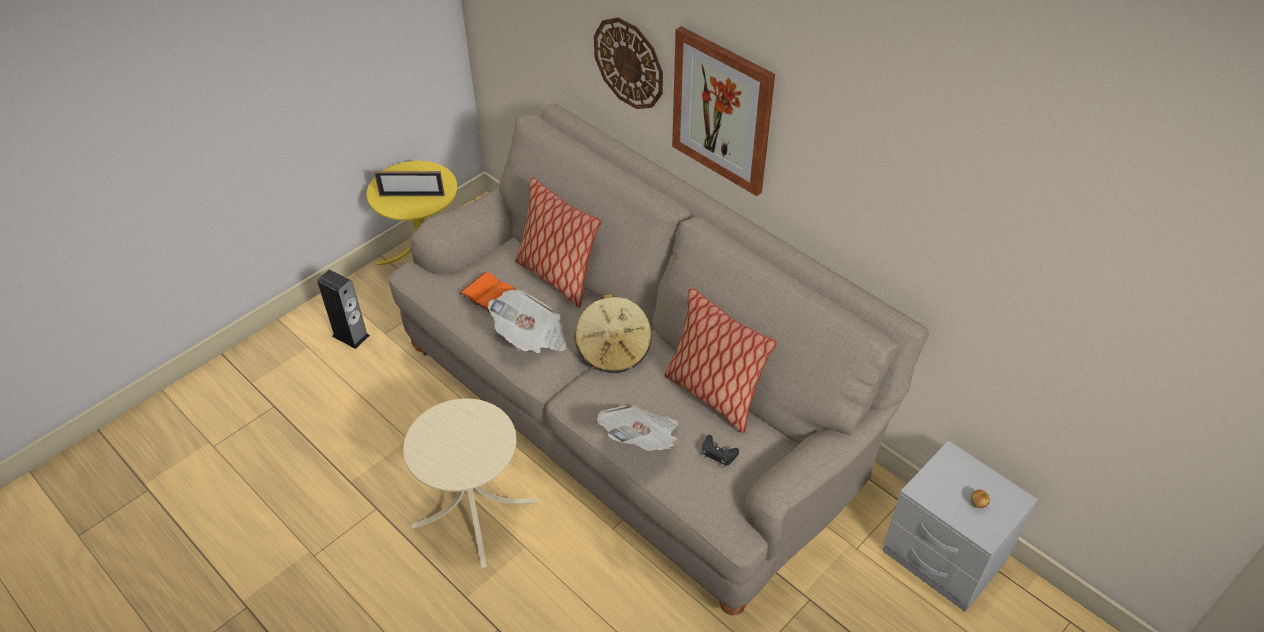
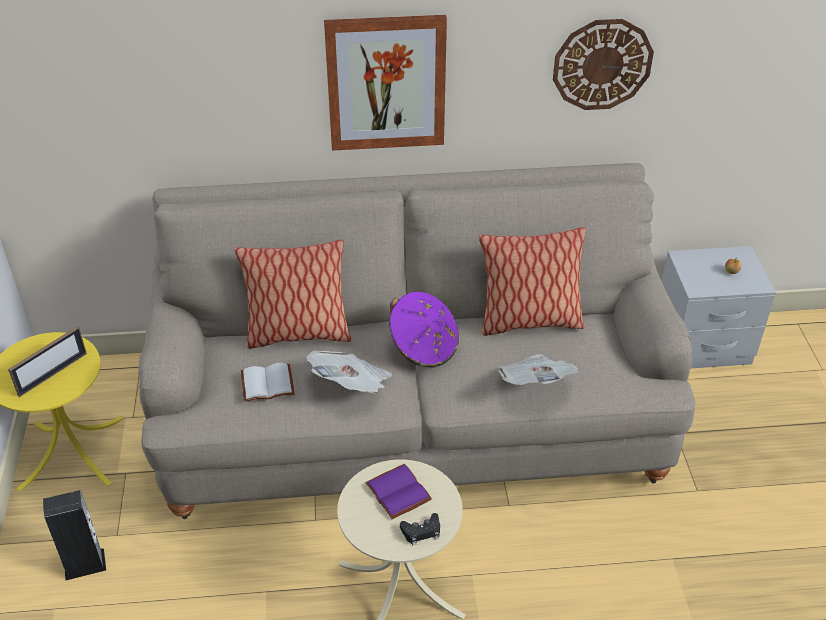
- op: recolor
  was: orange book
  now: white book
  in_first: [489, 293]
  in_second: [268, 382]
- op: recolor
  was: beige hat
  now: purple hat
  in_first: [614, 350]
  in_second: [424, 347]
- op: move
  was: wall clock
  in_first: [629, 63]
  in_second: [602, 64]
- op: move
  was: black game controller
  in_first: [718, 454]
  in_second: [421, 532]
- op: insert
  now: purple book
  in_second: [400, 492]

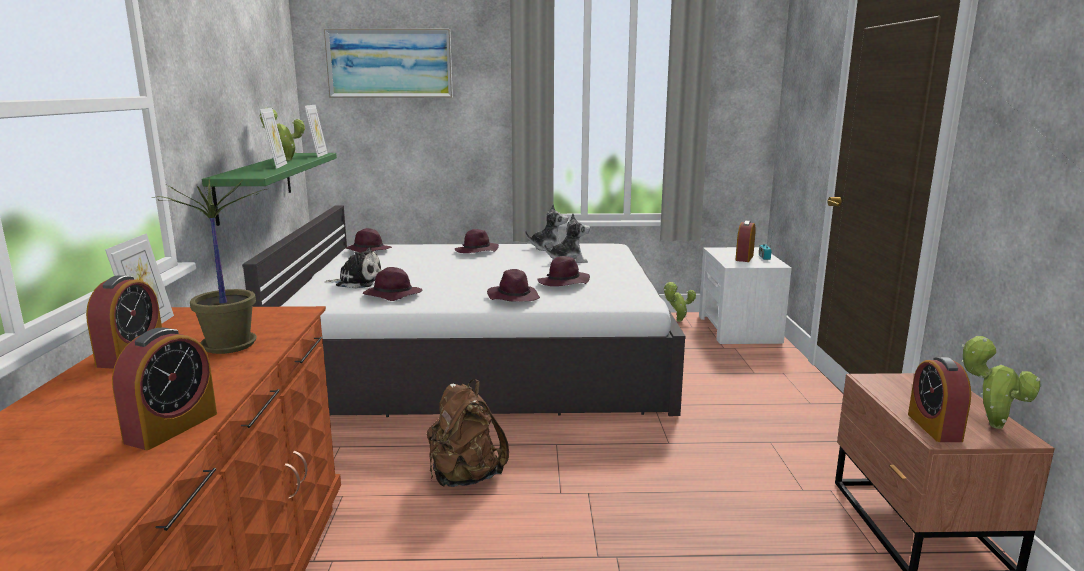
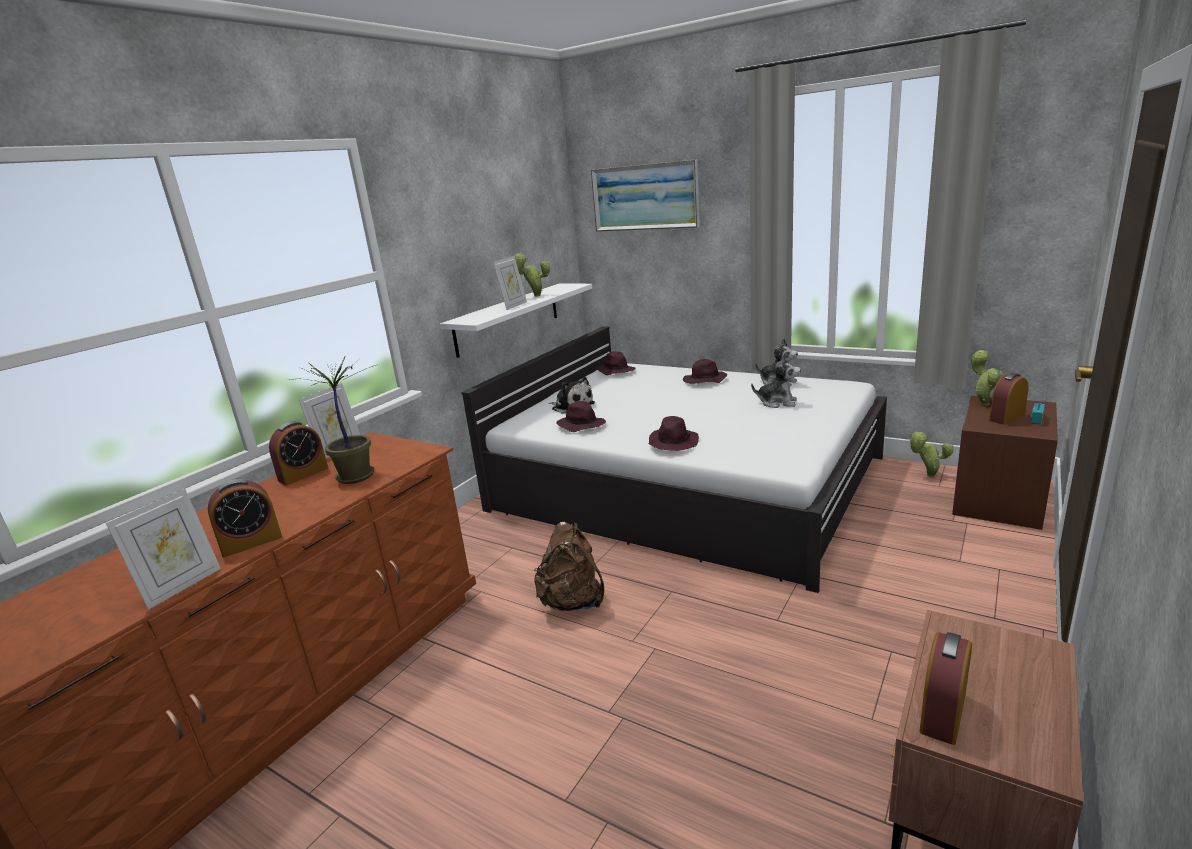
- op: recolor
  was: green shelf
  now: white shelf
  in_first: [255, 185]
  in_second: [508, 318]
- op: move
  was: picture frame
  in_first: [318, 155]
  in_second: [181, 586]
- op: delete
  was: purple hat
  in_first: [563, 283]
- op: recolor
  was: white nightstand
  now: brown nightstand
  in_first: [739, 329]
  in_second: [998, 499]
- op: move
  was: potted plant
  in_first: [990, 424]
  in_second: [983, 403]

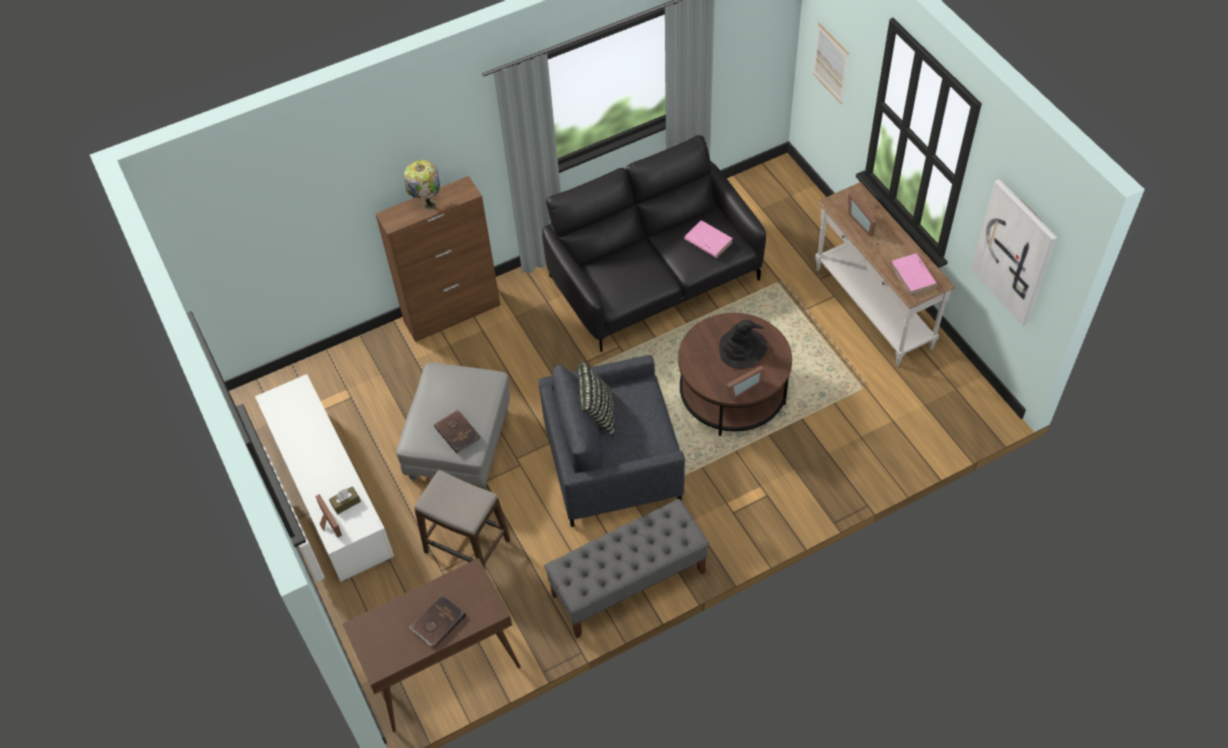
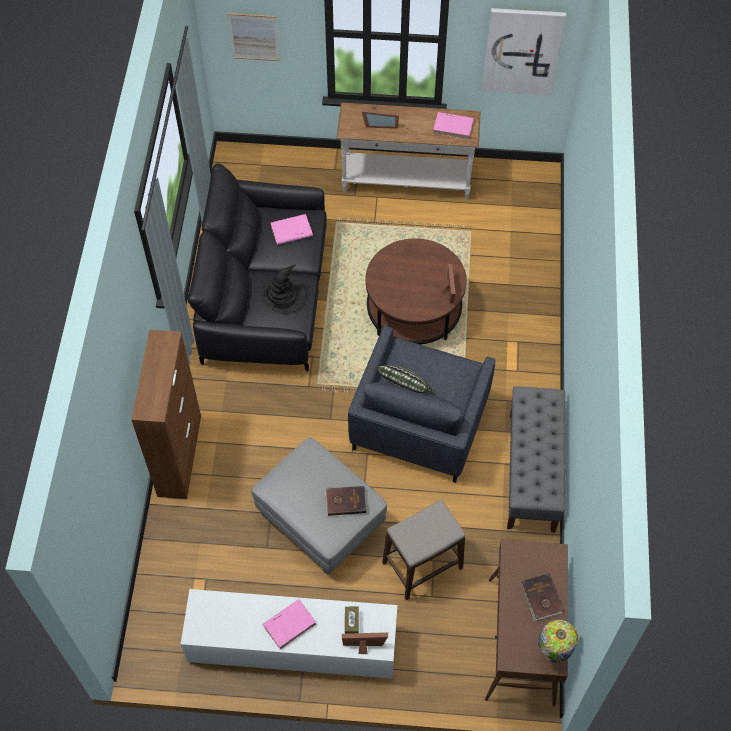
- op: move
  was: table lamp
  in_first: [427, 205]
  in_second: [552, 652]
- op: move
  was: black hat
  in_first: [742, 349]
  in_second: [284, 295]
- op: insert
  now: pink book
  in_second: [290, 624]

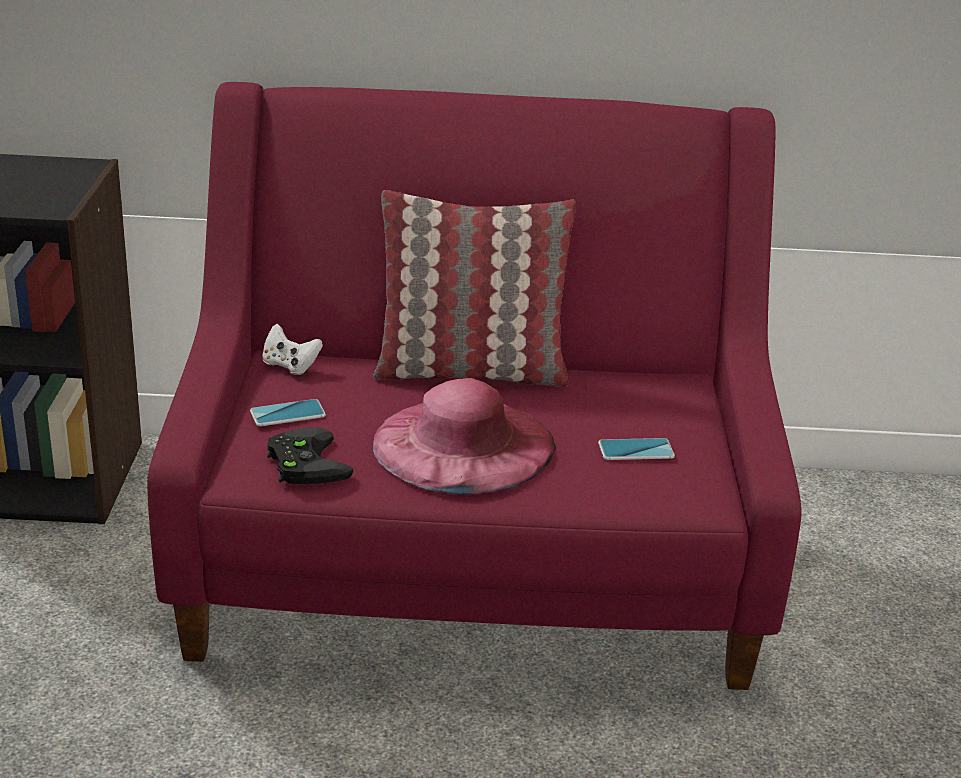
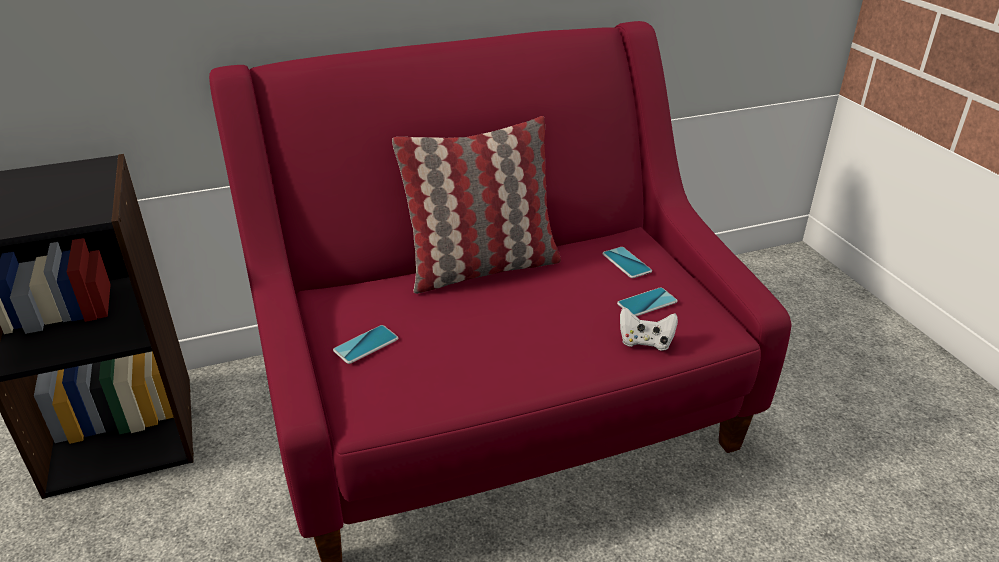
- op: move
  was: white game controller
  in_first: [290, 366]
  in_second: [645, 342]
- op: delete
  was: black game controller
  in_first: [303, 462]
- op: delete
  was: pink hat
  in_first: [463, 444]
- op: insert
  now: phone
  in_second: [626, 263]

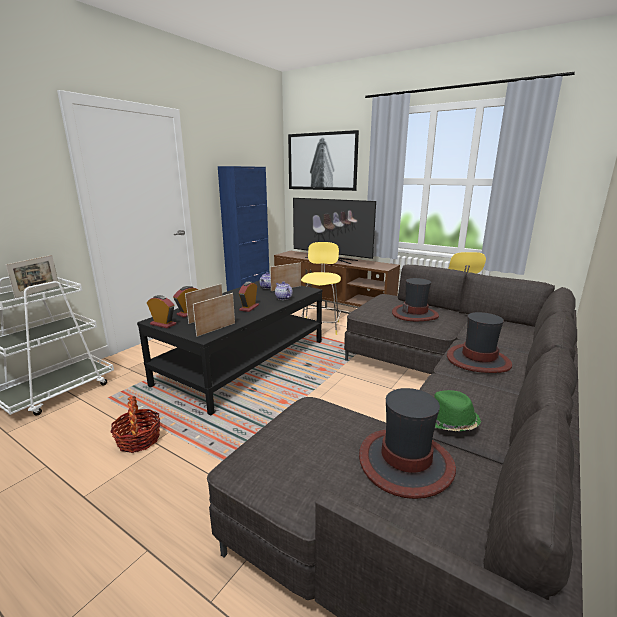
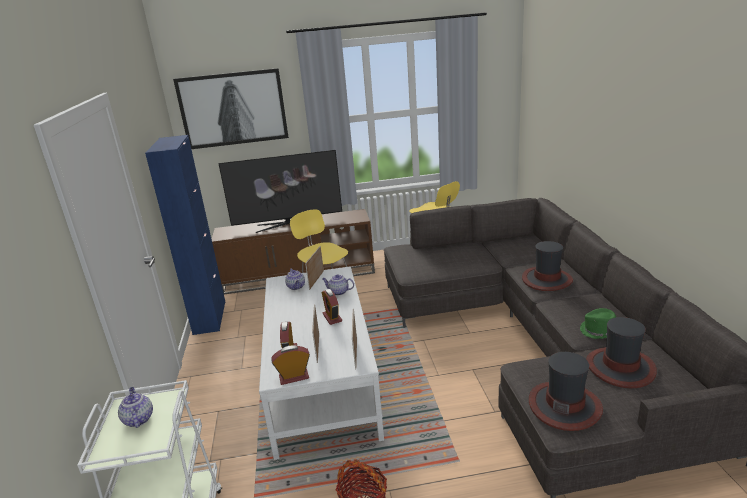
- op: replace
  was: picture frame
  now: teapot
  in_first: [38, 291]
  in_second: [138, 419]
- op: recolor
  was: black coffee table
  now: white coffee table
  in_first: [244, 362]
  in_second: [322, 379]
- op: move
  was: hat
  in_first: [415, 314]
  in_second: [564, 405]

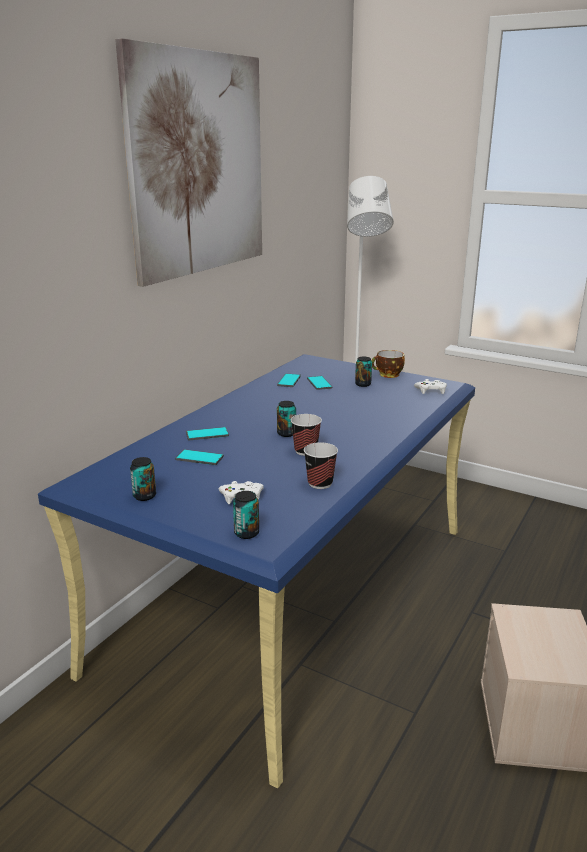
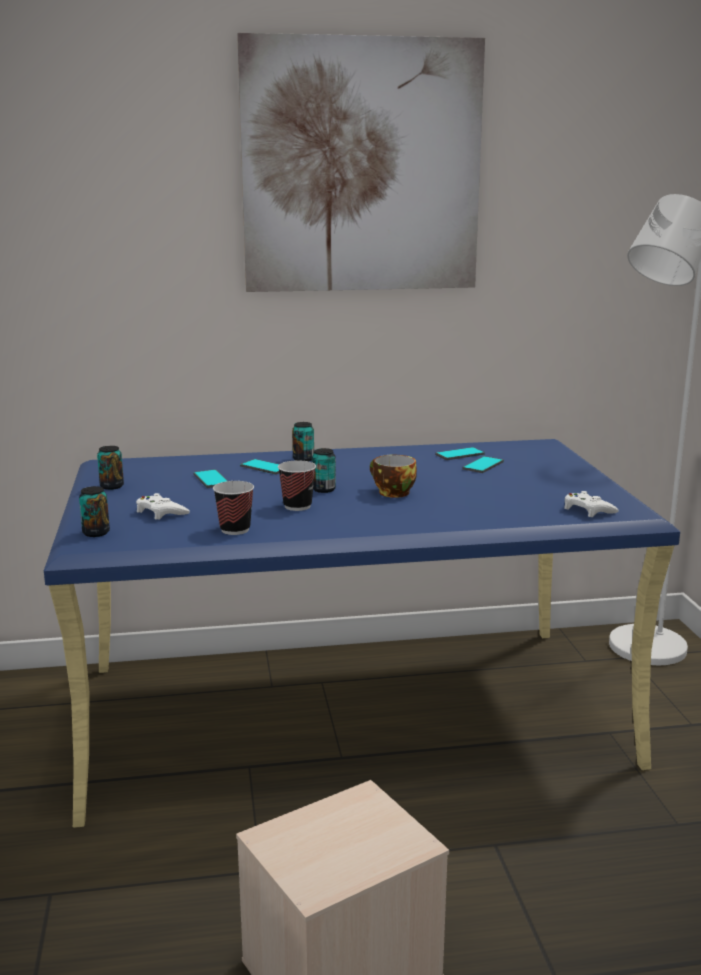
- op: move
  was: can
  in_first: [363, 384]
  in_second: [303, 459]
- op: move
  was: cup
  in_first: [388, 375]
  in_second: [391, 492]

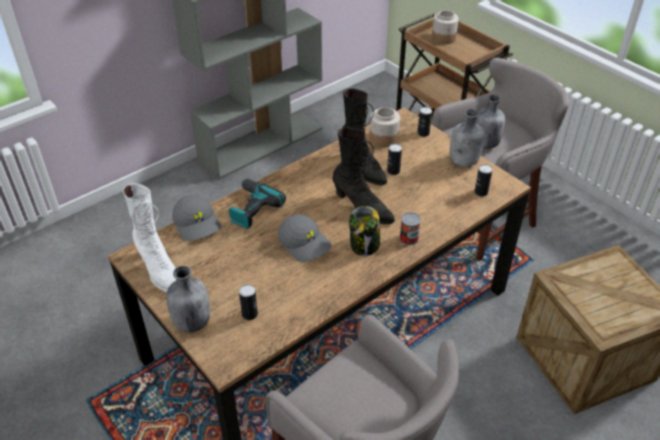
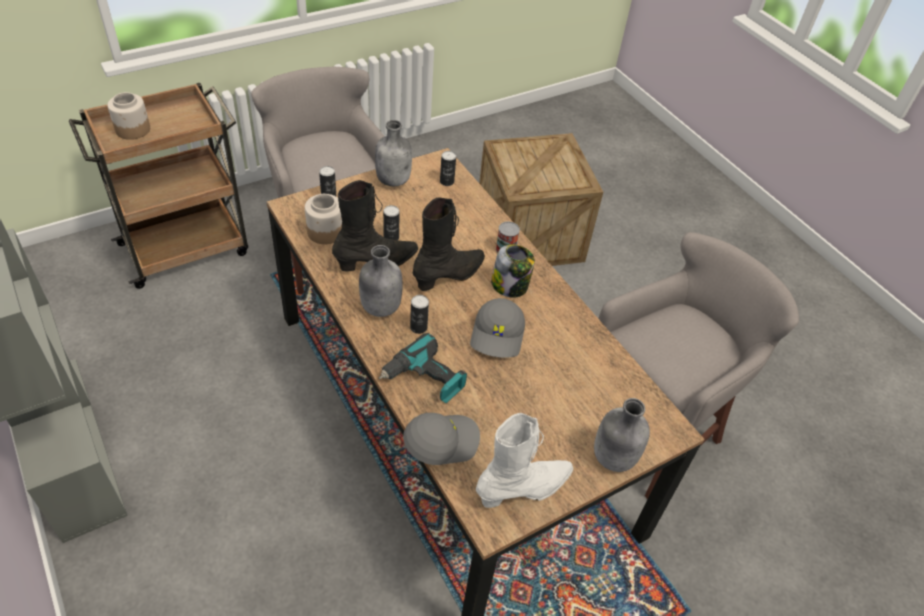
- op: move
  was: can
  in_first: [249, 314]
  in_second: [418, 327]
- op: rotate
  was: grey cap
  in_first: [305, 243]
  in_second: [498, 335]
  clockwise: 135
- op: move
  was: grey bottle
  in_first: [485, 144]
  in_second: [380, 307]

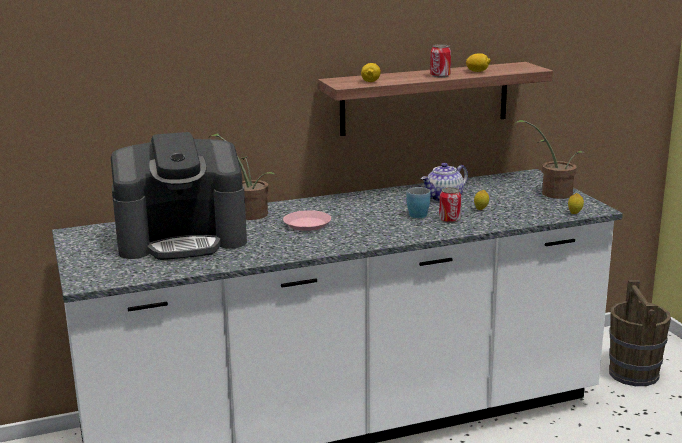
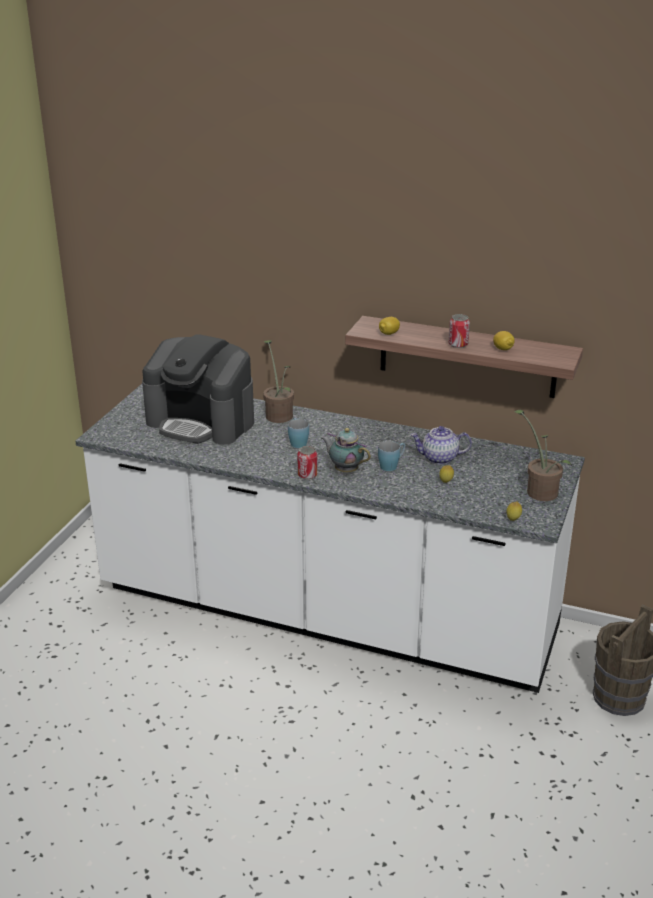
- op: replace
  was: pink plate
  now: blue mug
  in_first: [307, 224]
  in_second: [297, 442]
- op: move
  was: can
  in_first: [449, 220]
  in_second: [307, 475]
- op: insert
  now: teapot
  in_second: [345, 470]

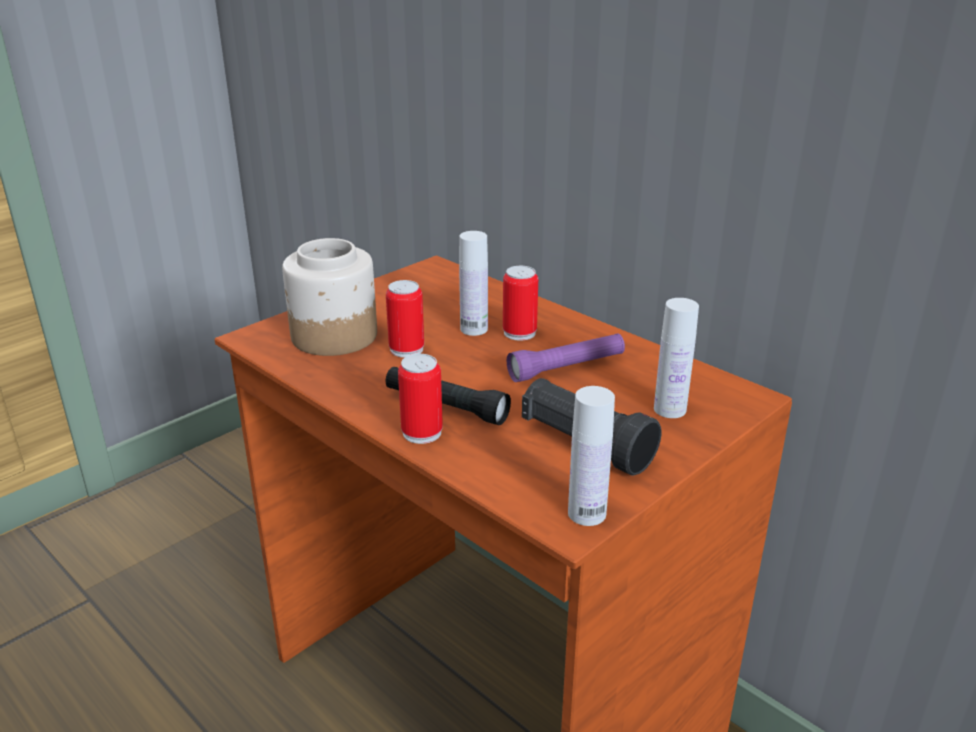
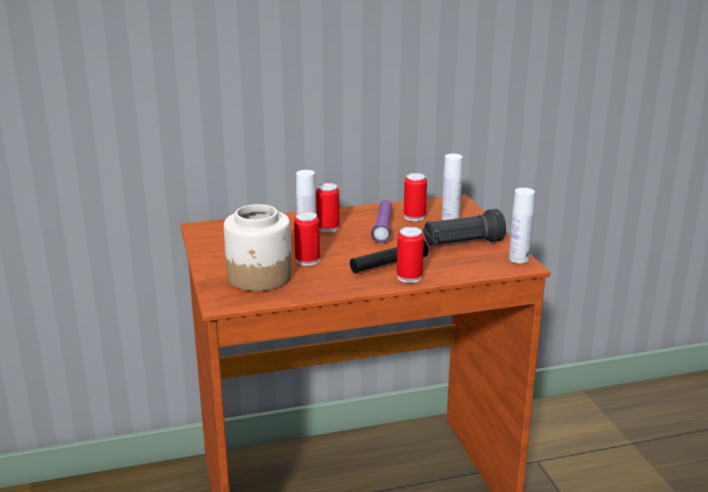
- op: insert
  now: can
  in_second: [414, 217]

